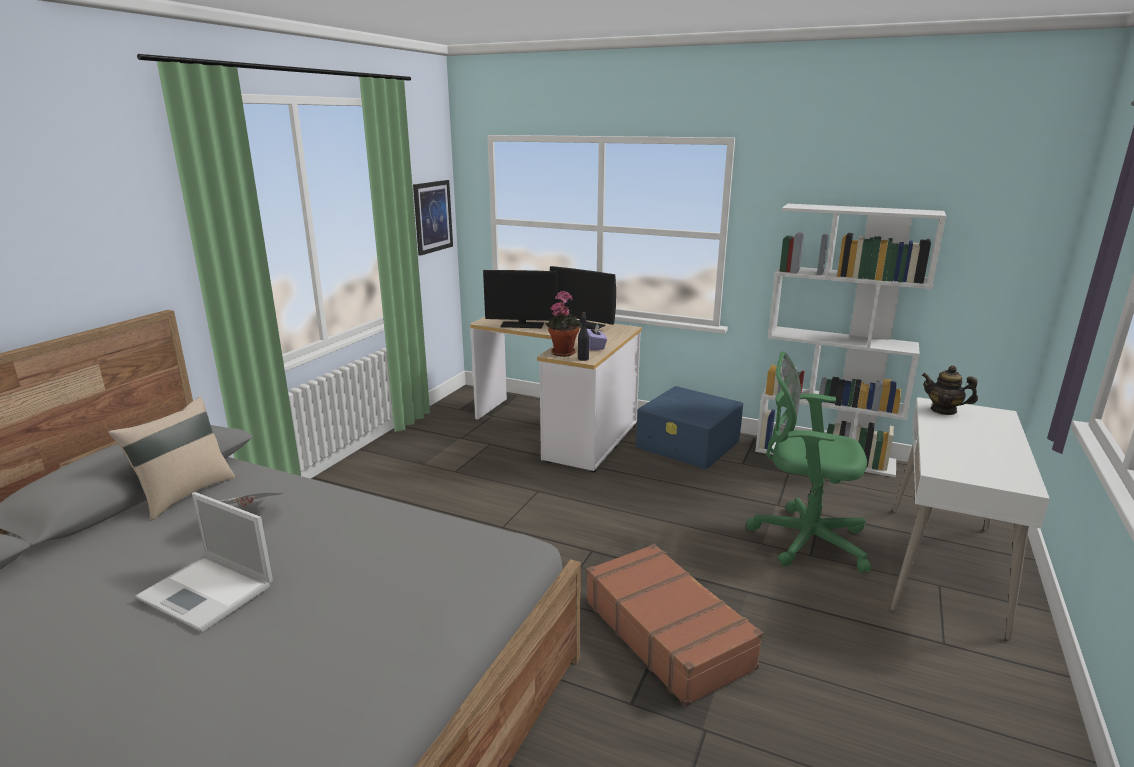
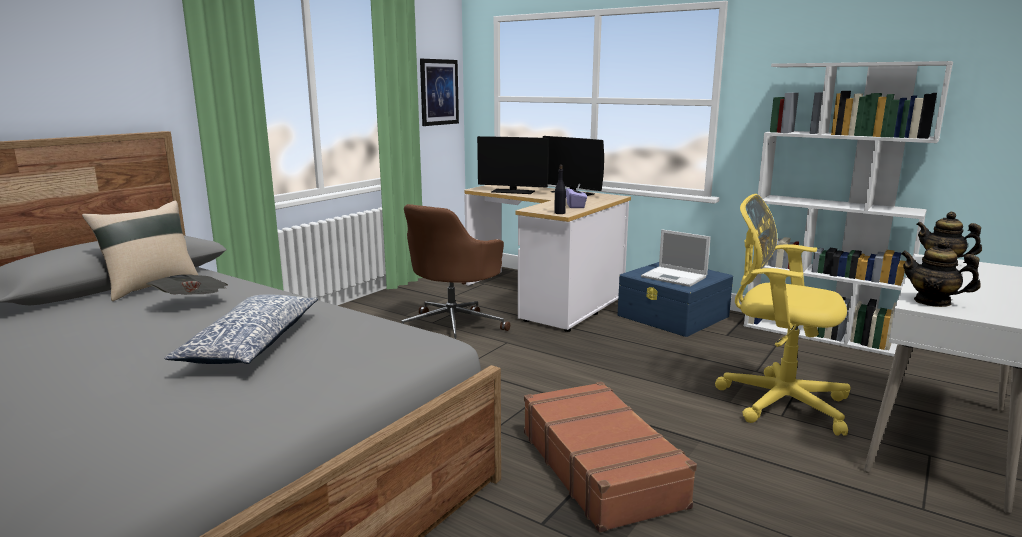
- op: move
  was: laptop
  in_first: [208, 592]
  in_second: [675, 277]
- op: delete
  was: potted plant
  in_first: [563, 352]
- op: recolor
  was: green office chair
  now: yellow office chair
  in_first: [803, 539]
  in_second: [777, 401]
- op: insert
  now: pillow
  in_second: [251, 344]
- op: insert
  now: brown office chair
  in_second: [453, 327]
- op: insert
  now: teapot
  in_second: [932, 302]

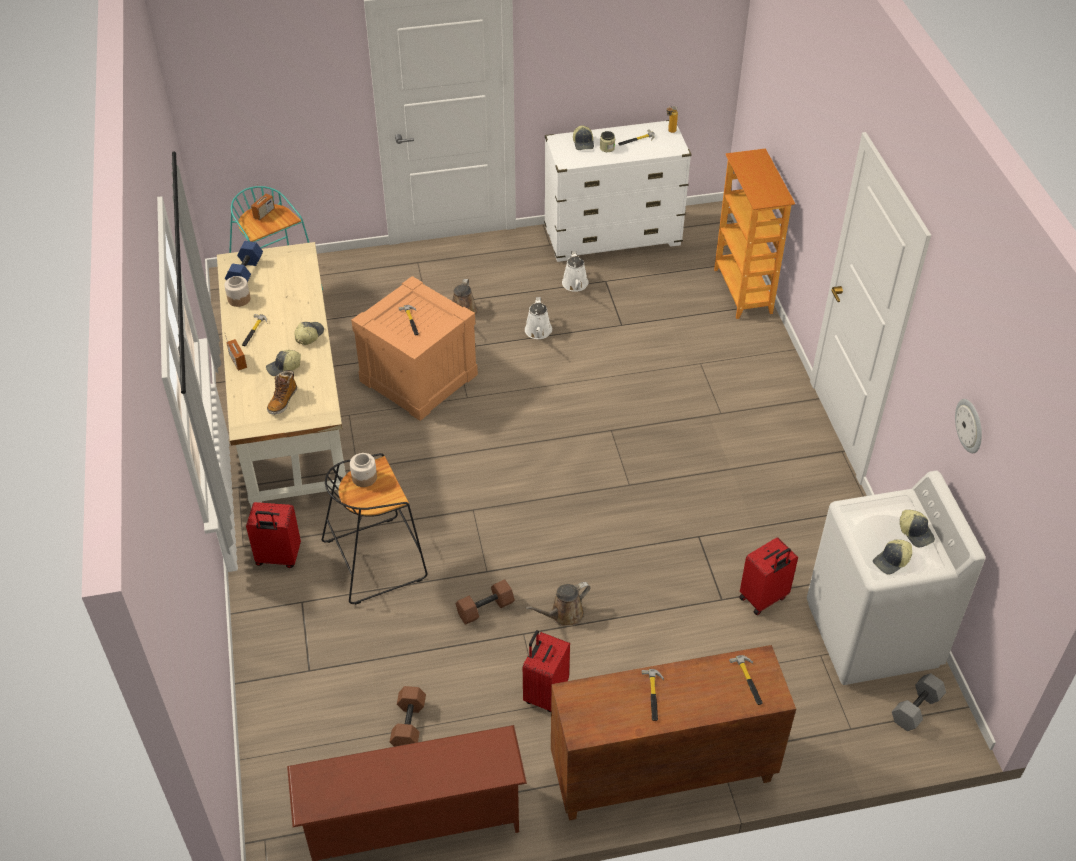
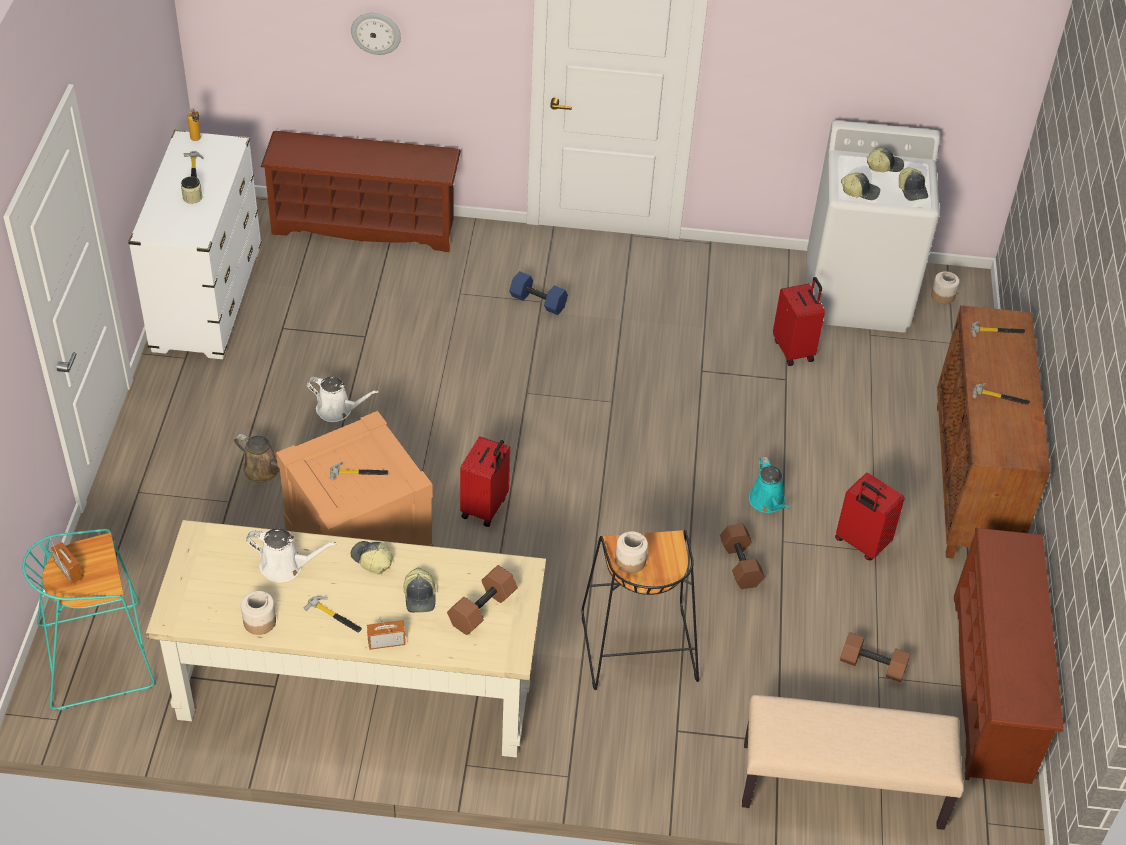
- op: move
  was: blue dumbbell
  in_first: [246, 273]
  in_second: [539, 301]
- op: move
  was: red suitcase
  in_first: [278, 558]
  in_second: [485, 508]
- op: replace
  was: boot
  now: brown dumbbell
  in_first: [282, 401]
  in_second: [482, 608]
- op: recolor
  was: brown watering can
  now: turquoise watering can
  in_first: [564, 614]
  in_second: [768, 502]
- op: move
  was: white watering can
  in_first: [575, 285]
  in_second: [286, 566]
- op: move
  was: cap
  in_first: [583, 143]
  in_second: [860, 191]
- op: replace
  was: bookcase
  now: brown shoe rack
  in_first: [743, 291]
  in_second: [366, 225]
- op: replace
  was: grey dumbbell
  now: jar
  in_first: [916, 709]
  in_second: [943, 296]
- op: move
  was: wall clock
  in_first: [970, 425]
  in_second: [376, 32]
- op: insert
  now: beige bench
  in_second: [841, 787]

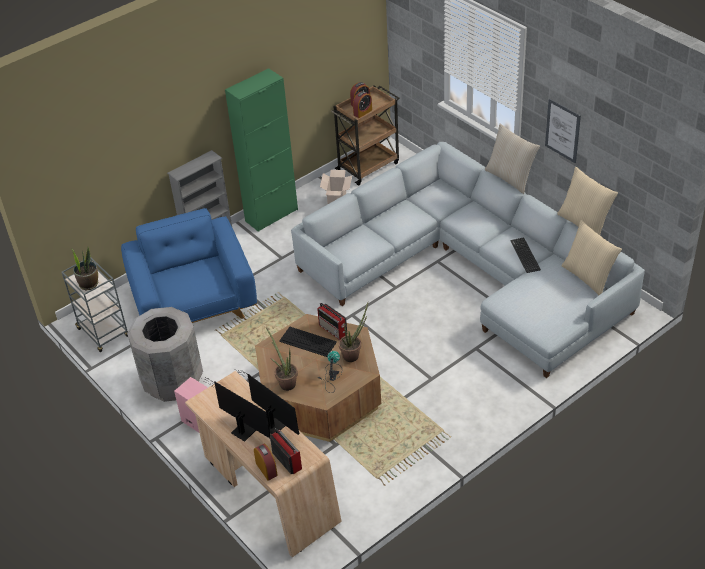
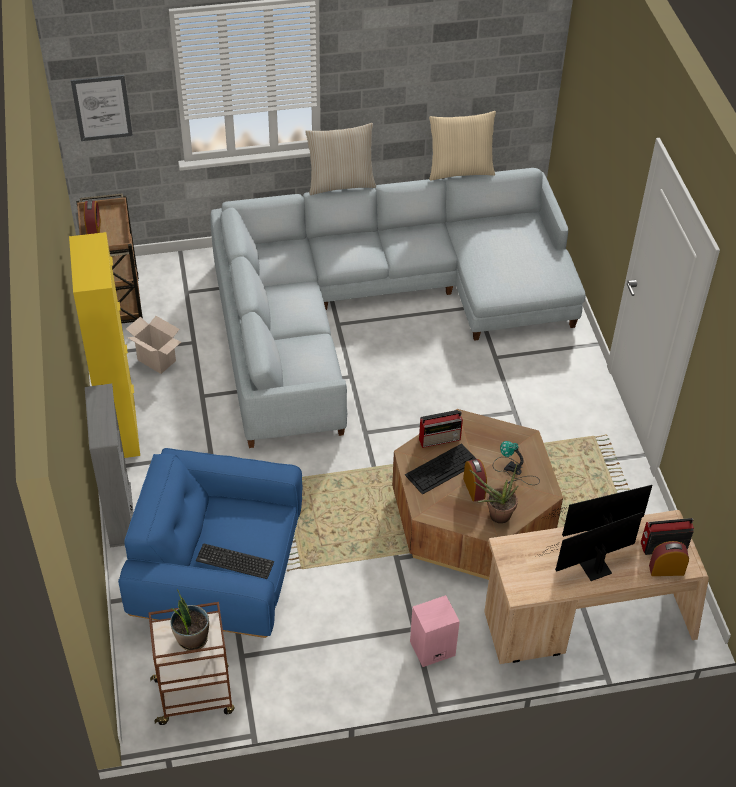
- op: recolor
  was: grey cart
  now: brown cart
  in_first: [104, 333]
  in_second: [195, 696]
- op: delete
  was: grey trash can
  in_first: [173, 381]
- op: recolor
  was: green cabinet
  now: yellow cabinet
  in_first: [271, 215]
  in_second: [120, 430]
- op: delete
  was: potted plant
  in_first: [353, 354]
- op: move
  was: alarm clock
  in_first: [362, 112]
  in_second: [474, 488]
- op: move
  was: keyboard
  in_first: [525, 255]
  in_second: [235, 561]
- op: move
  was: picture
  in_first: [562, 130]
  in_second: [102, 108]
- op: delete
  was: beige pillow
  in_first: [588, 277]

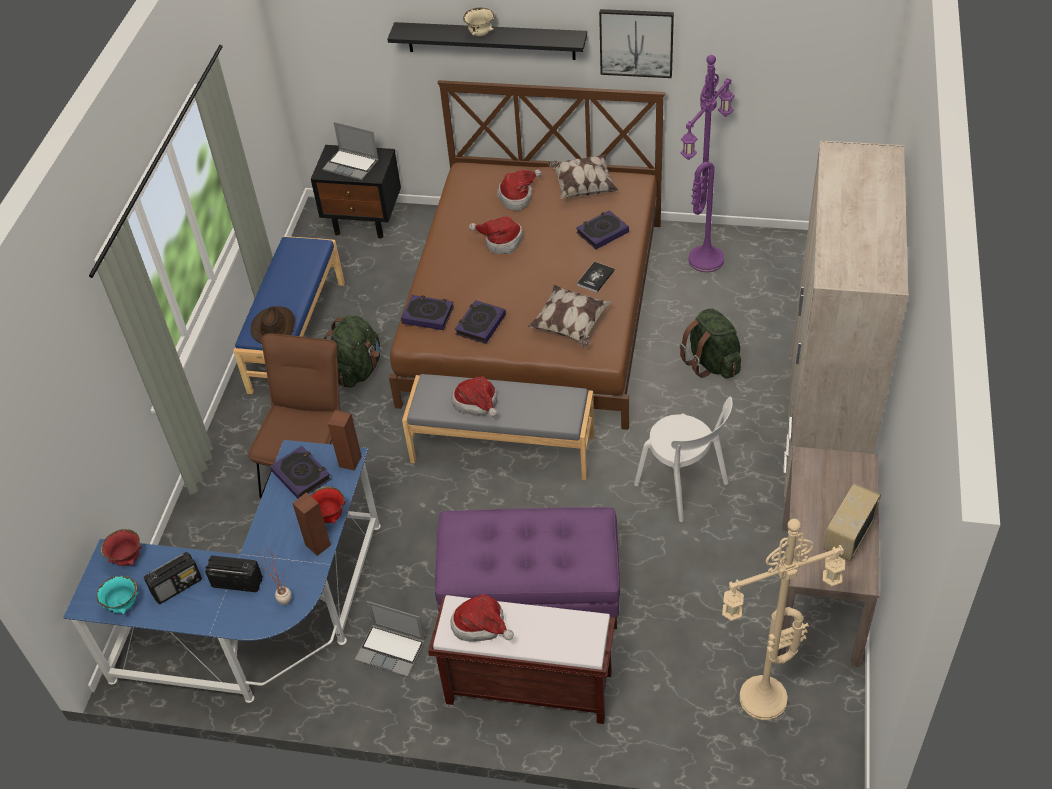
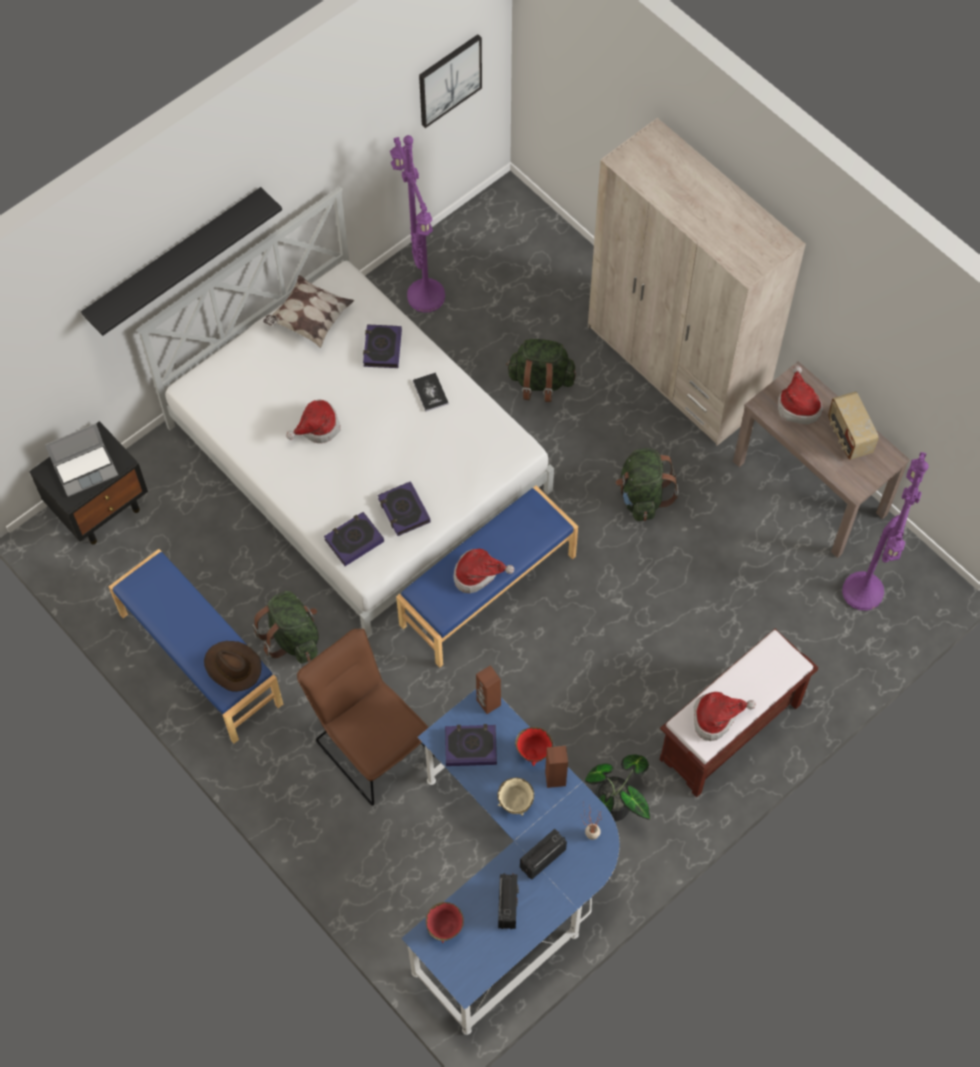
- op: delete
  was: turquoise bowl
  in_first: [124, 606]
- op: replace
  was: laptop
  now: potted plant
  in_first: [392, 650]
  in_second: [616, 803]
- op: recolor
  was: brown bed
  now: white bed
  in_first: [534, 311]
  in_second: [357, 459]
- op: recolor
  was: grey bench
  now: blue bench
  in_first: [503, 447]
  in_second: [487, 589]
- op: delete
  was: purple ottoman
  in_first: [530, 591]
- op: move
  was: beige bowl
  in_first: [480, 34]
  in_second: [515, 803]
- op: move
  was: hat
  in_first: [518, 197]
  in_second: [798, 405]
- op: delete
  was: pillow
  in_first: [570, 326]
- op: move
  was: picture
  in_first: [636, 42]
  in_second: [449, 80]
- op: replace
  was: white chair
  now: green backpack
  in_first: [684, 486]
  in_second: [642, 496]
- op: recolor
  was: beige floor lamp
  now: purple floor lamp
  in_first: [762, 702]
  in_second: [865, 594]

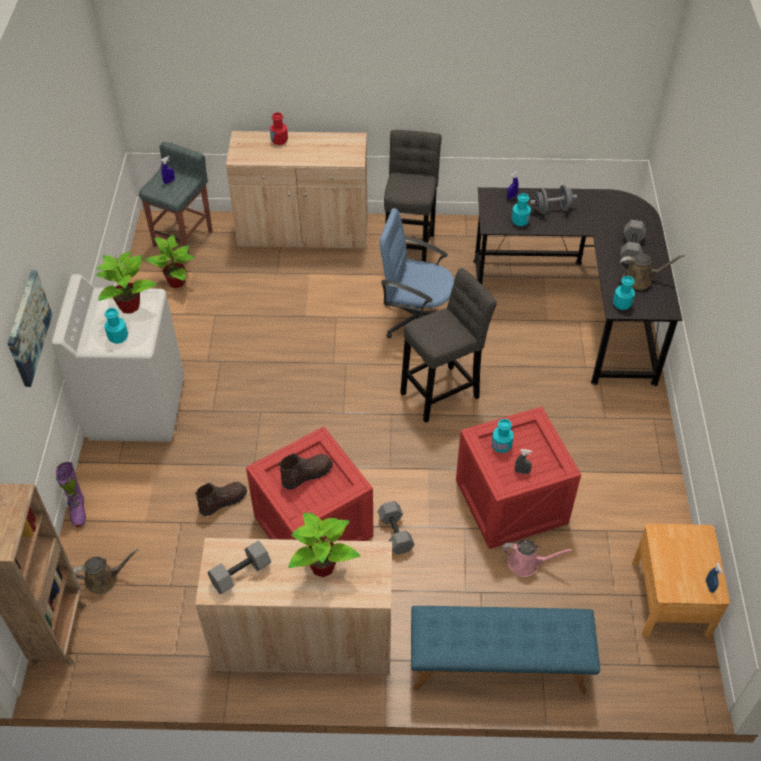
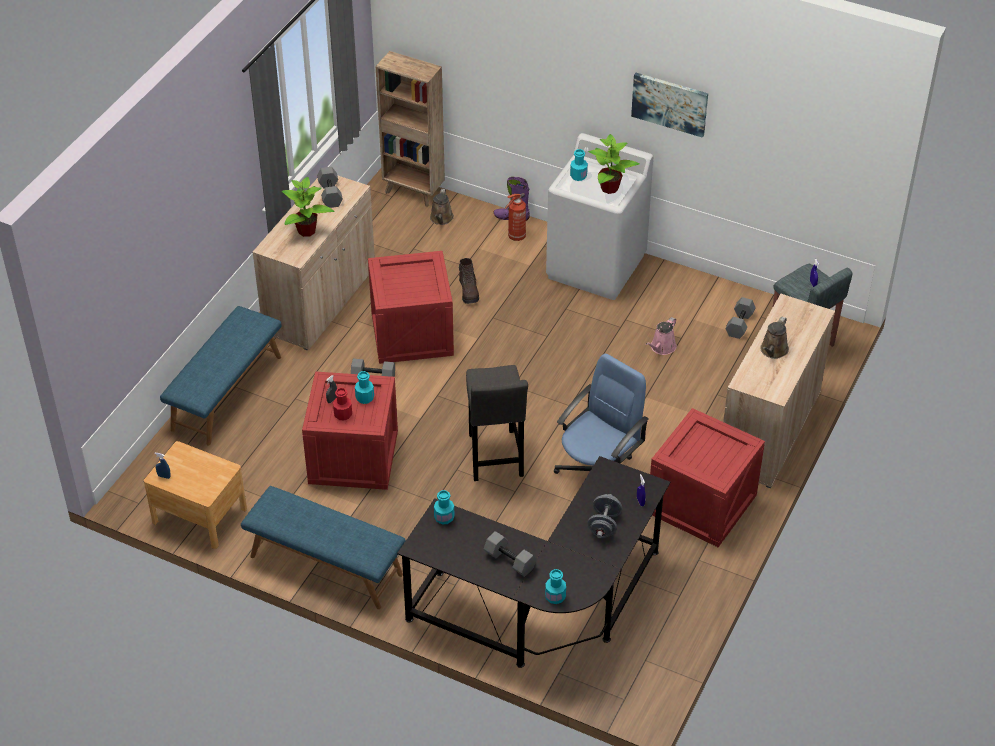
- op: move
  was: picture
  in_first: [28, 328]
  in_second: [670, 103]
- op: replace
  was: potted plant
  now: grey dumbbell
  in_first: [177, 282]
  in_second: [739, 324]
- op: move
  was: red bottle
  in_first: [279, 140]
  in_second: [343, 414]
- op: delete
  was: brown boot
  in_first: [306, 475]
- op: replace
  was: grey stool
  now: crate
  in_first: [409, 248]
  in_second: [702, 505]
- op: move
  was: pink watering can
  in_first: [526, 564]
  in_second: [662, 348]
- op: move
  was: turquoise bottle
  in_first: [520, 221]
  in_second: [555, 597]
- op: move
  was: brown watering can
  in_first: [640, 279]
  in_second: [773, 351]
- op: insert
  now: blue bench
  in_second: [325, 566]
- op: insert
  now: fire extinguisher
  in_second: [516, 237]

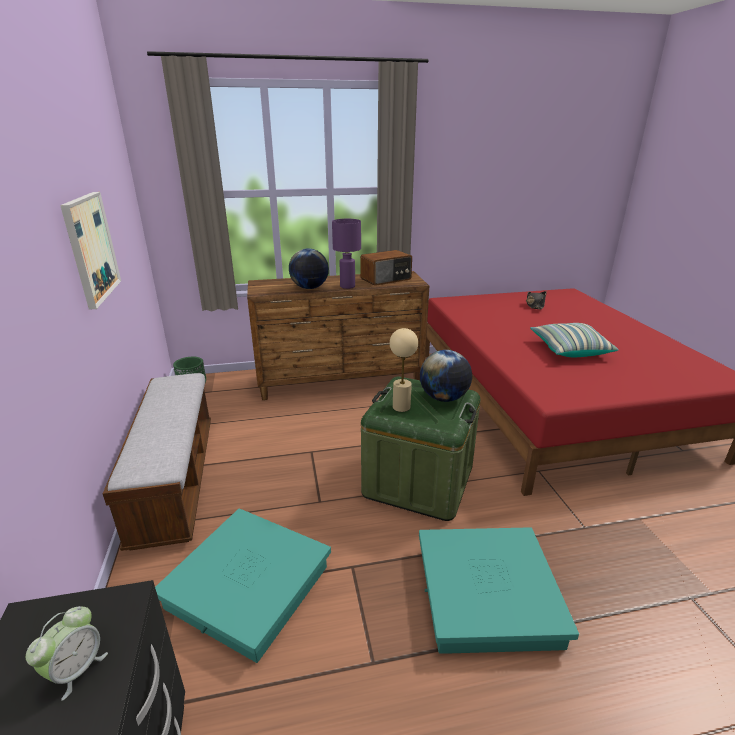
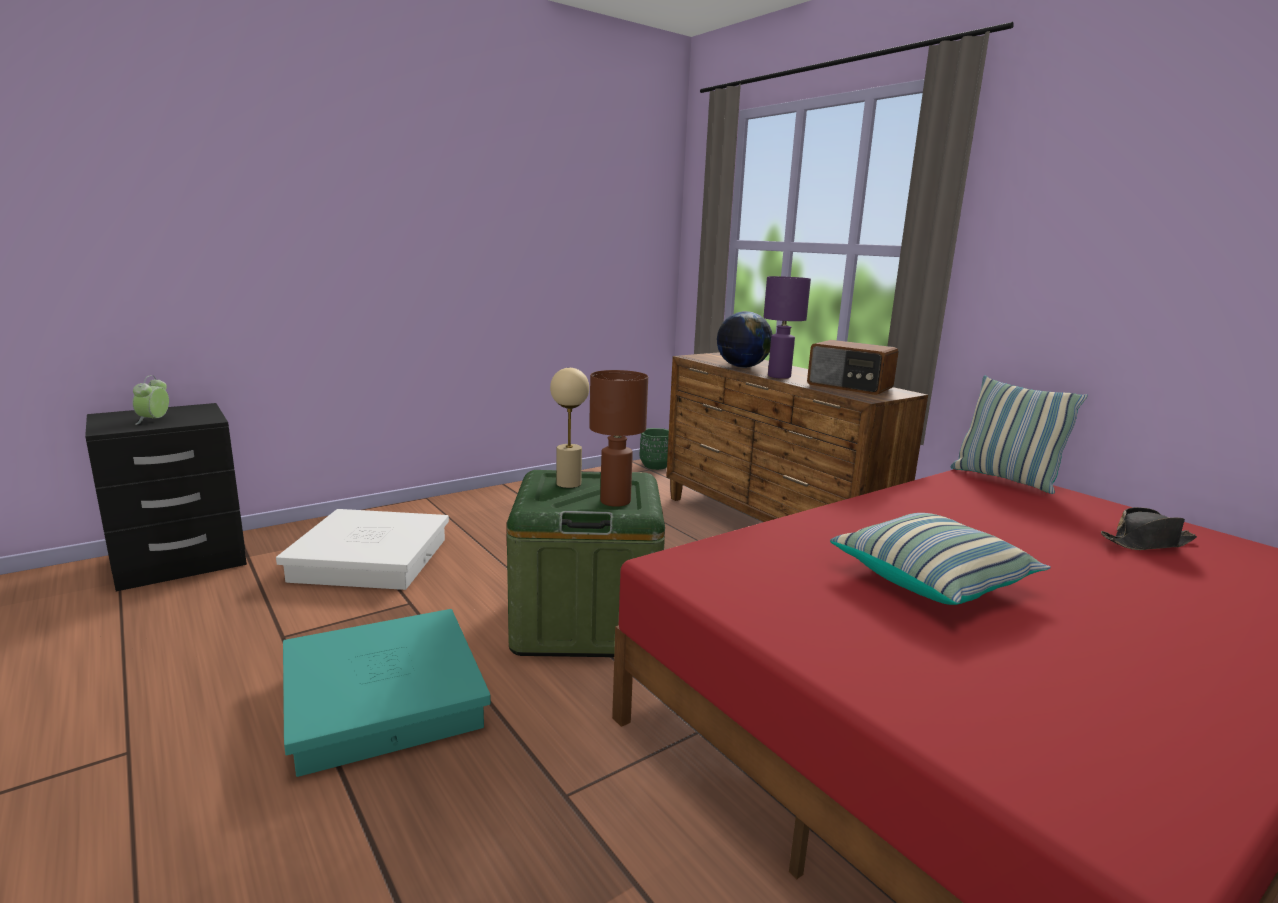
- op: rotate
  was: alarm clock
  in_first: [76, 670]
  in_second: [154, 421]
  clockwise: 90
- op: delete
  was: picture
  in_first: [91, 248]
- op: delete
  was: bench
  in_first: [176, 479]
- op: recolor
  was: turquoise storage box
  now: white storage box
  in_first: [247, 586]
  in_second: [371, 559]
- op: replace
  was: globe
  now: brown table lamp
  in_first: [443, 398]
  in_second: [615, 502]
- op: insert
  now: pillow
  in_second: [1004, 479]

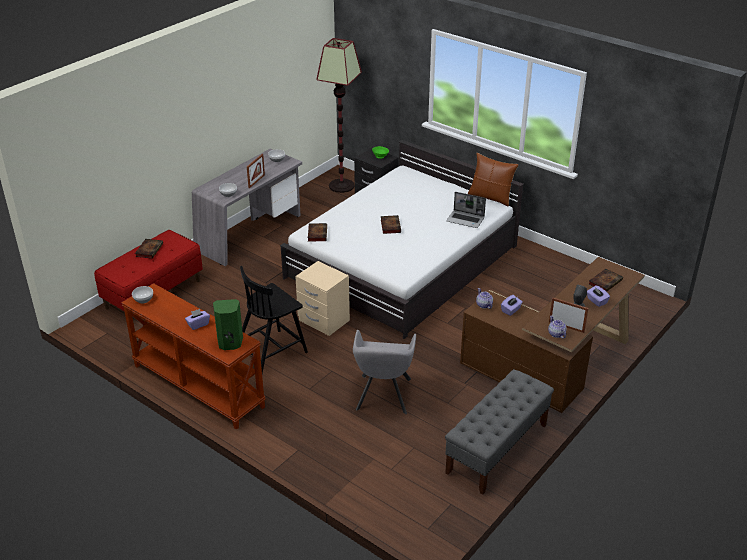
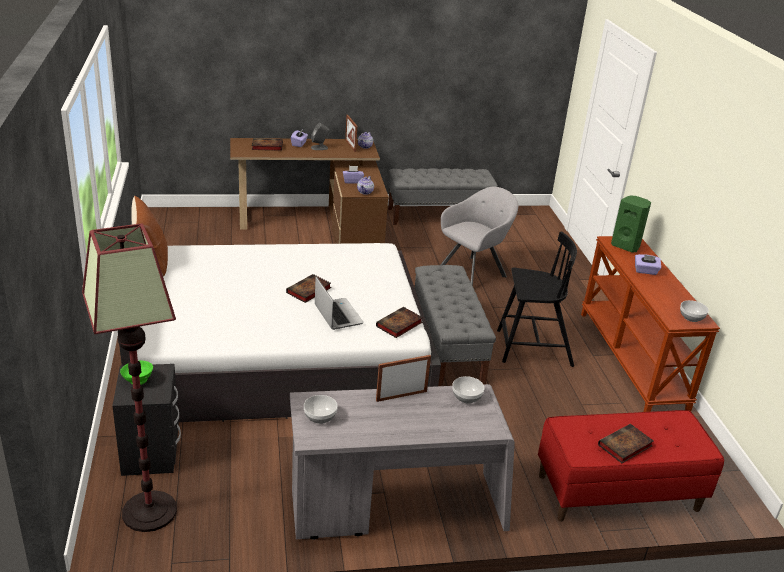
- op: replace
  was: beige nightstand
  now: grey bench
  in_first: [324, 320]
  in_second: [447, 346]
- op: move
  was: laptop
  in_first: [466, 220]
  in_second: [337, 314]

